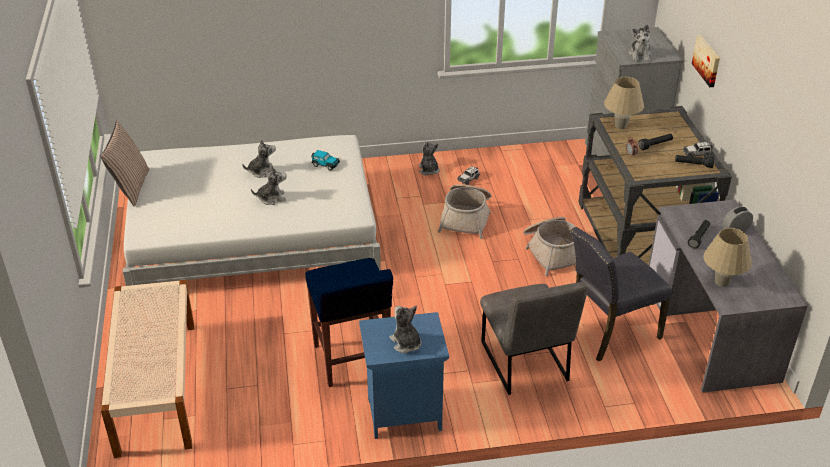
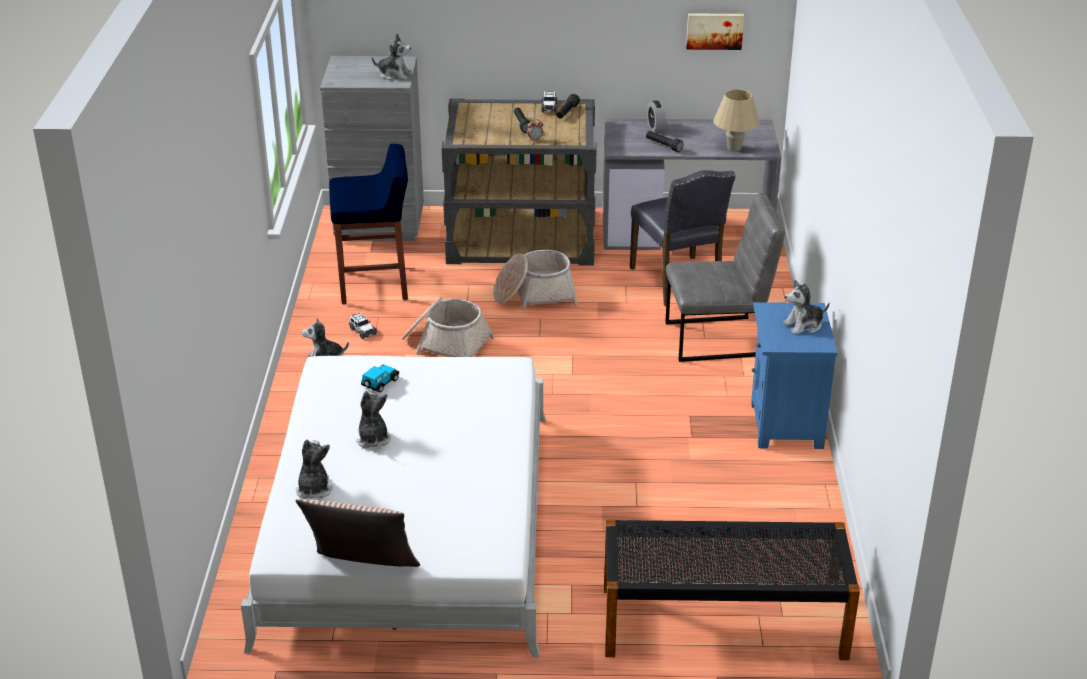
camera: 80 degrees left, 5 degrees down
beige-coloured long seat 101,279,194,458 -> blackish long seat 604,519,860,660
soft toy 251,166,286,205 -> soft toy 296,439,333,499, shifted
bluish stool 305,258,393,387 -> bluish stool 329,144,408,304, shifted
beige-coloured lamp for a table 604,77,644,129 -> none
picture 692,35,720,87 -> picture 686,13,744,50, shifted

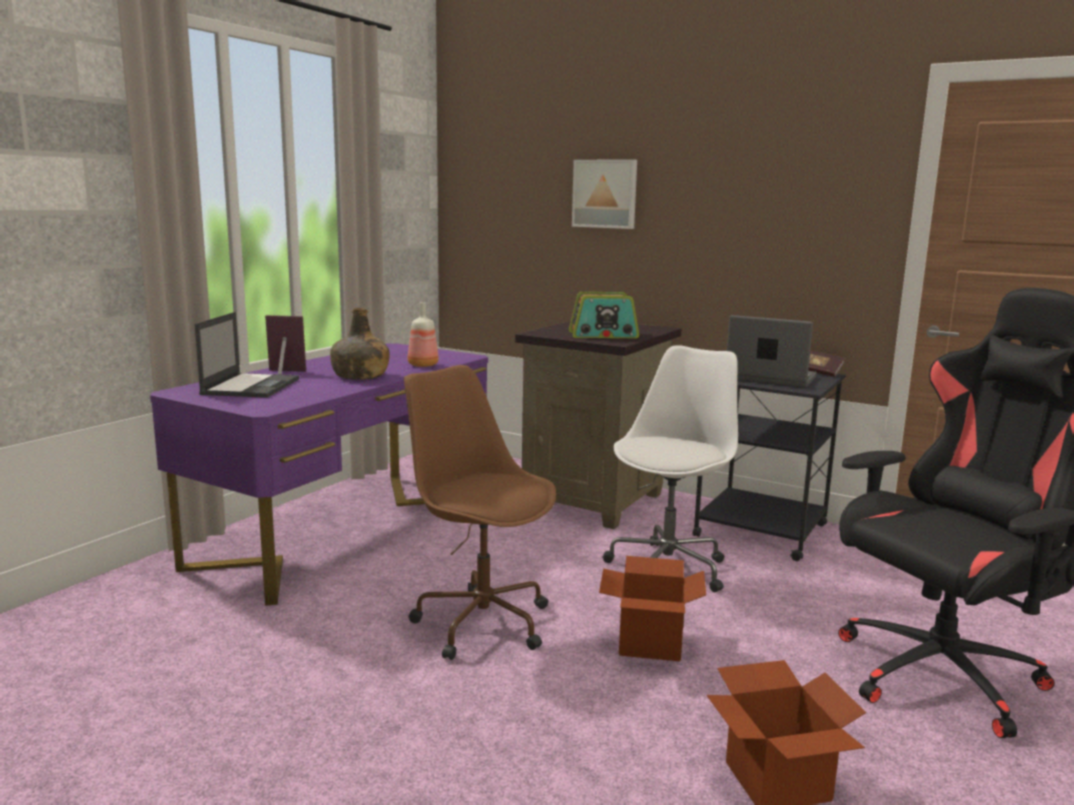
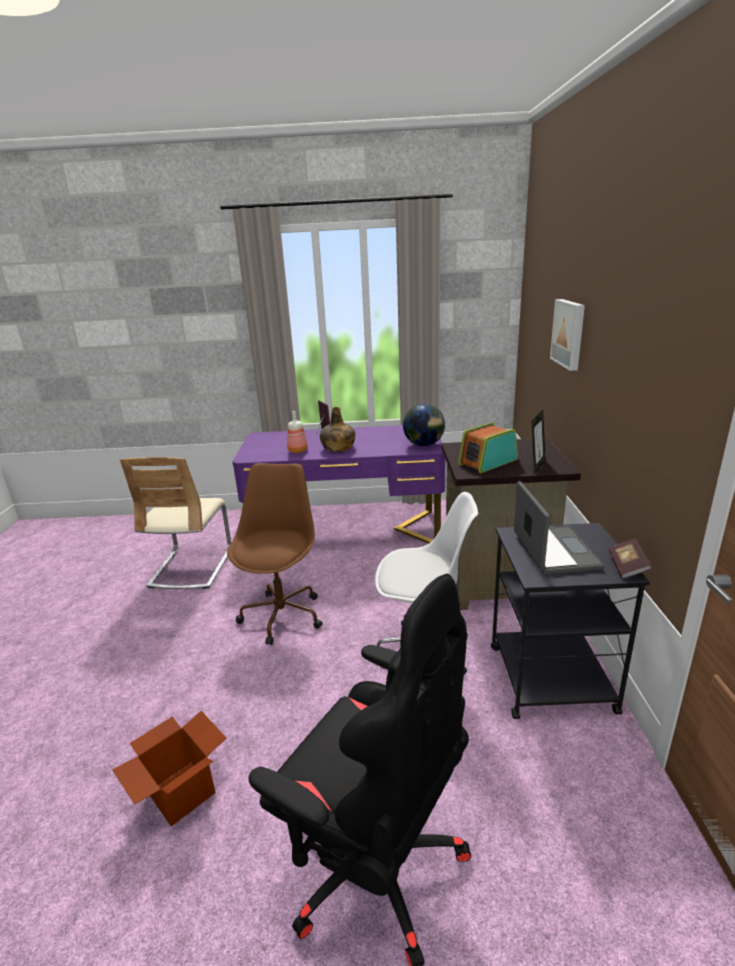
camera: 60 degrees right, 10 degrees up
notebook computer 195,312,299,398 -> none
bottle 408,302,439,367 -> bottle 287,411,308,453, shifted
radio set 569,292,639,338 -> radio set 458,423,518,473, 90 degrees clockwise
carton 599,556,706,662 -> none
none -> beige-coloured upright chair 120,457,231,589
none -> desk globe 403,404,445,446
none -> standing frame 532,410,545,474

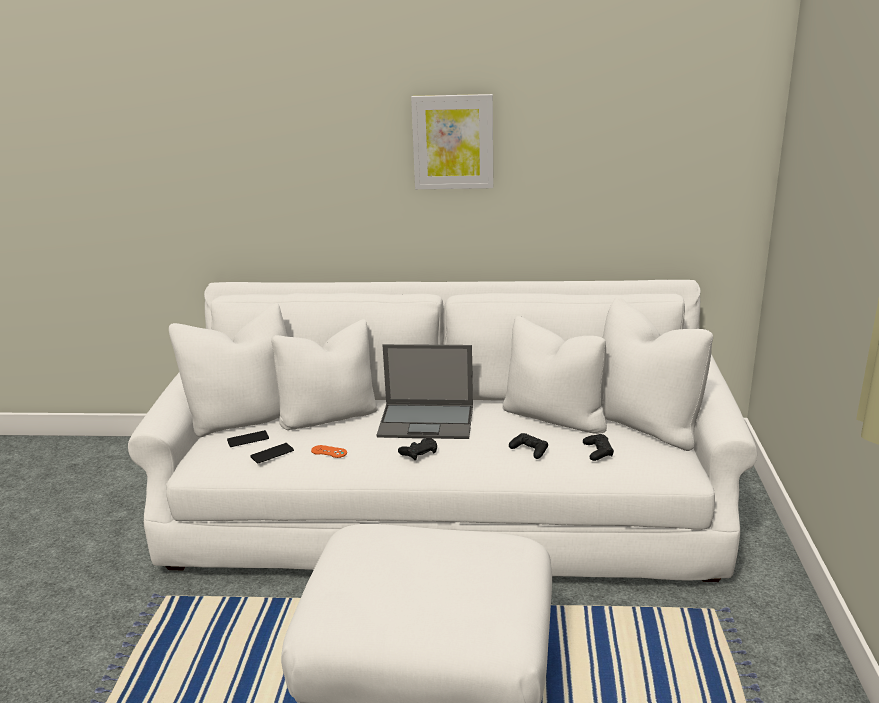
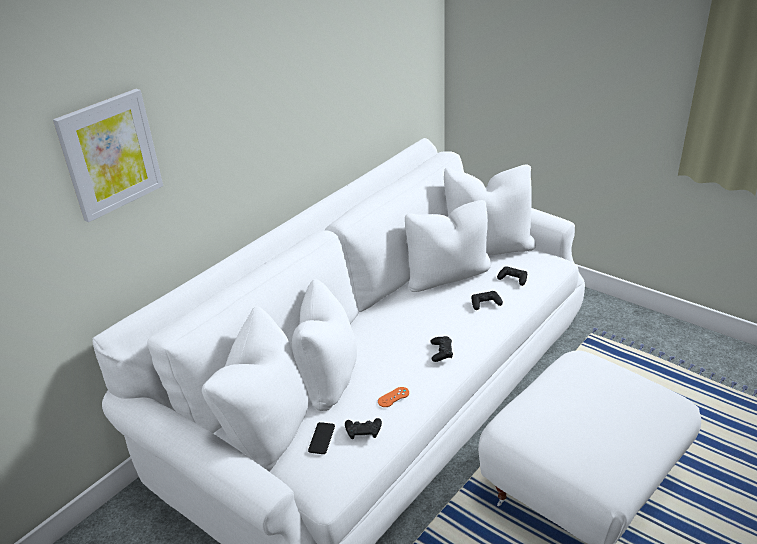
camera: 55 degrees left, 10 degrees up
phone 250,443,294,464 -> blackish game controller 345,418,382,439
notebook computer 377,344,473,439 -> none
picture 411,94,493,189 -> picture 53,89,163,222, shifted

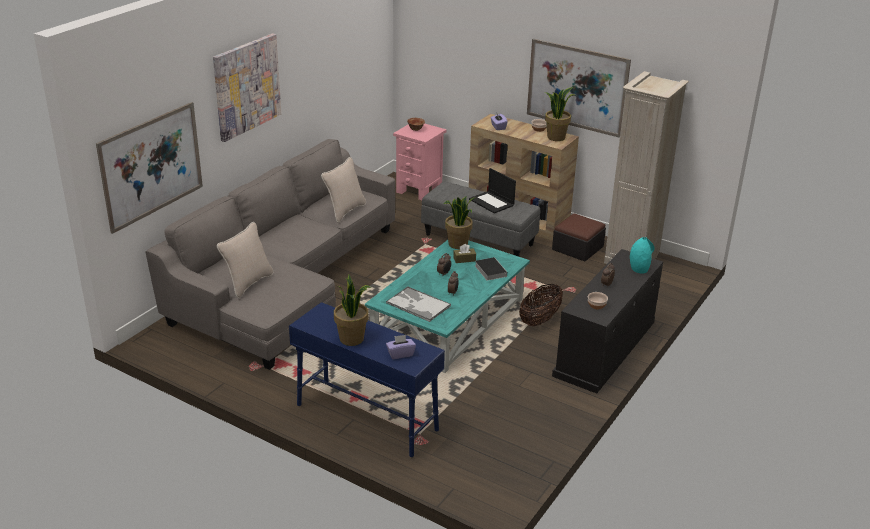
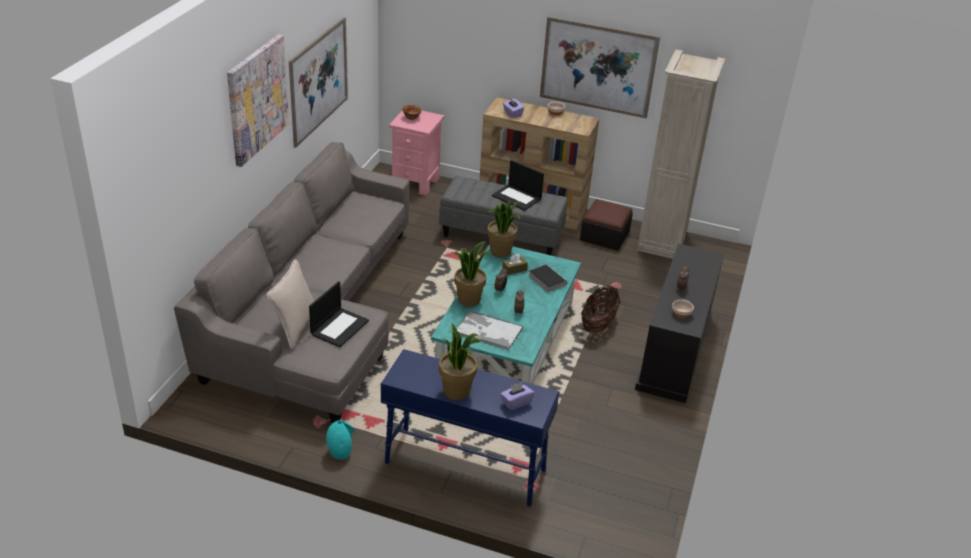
camera: 15 degrees left, 5 degrees up
picture 96,102,203,234 -> picture 289,17,348,148, shifted
beige-coloured pillow 321,157,366,223 -> none
plant in a pot 544,87,577,141 -> plant in a pot 453,241,491,307, shifted
turquoise-coloured flower vase 630,237,655,273 -> turquoise-coloured flower vase 326,420,354,460, shifted
none -> notebook computer 309,281,369,347

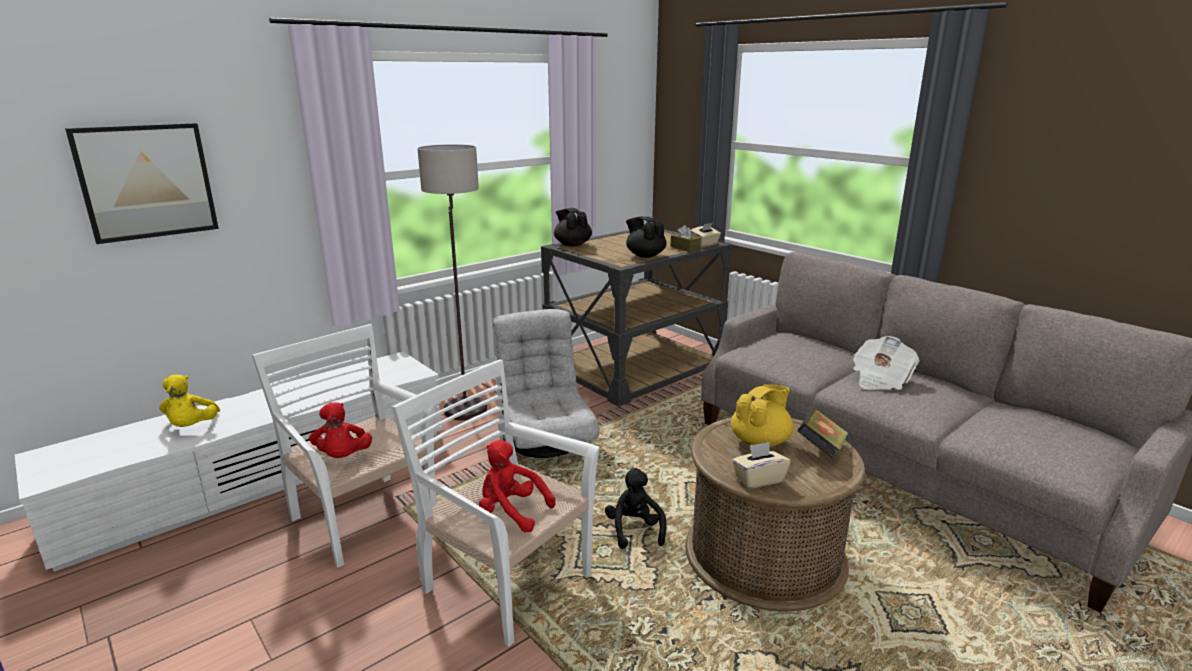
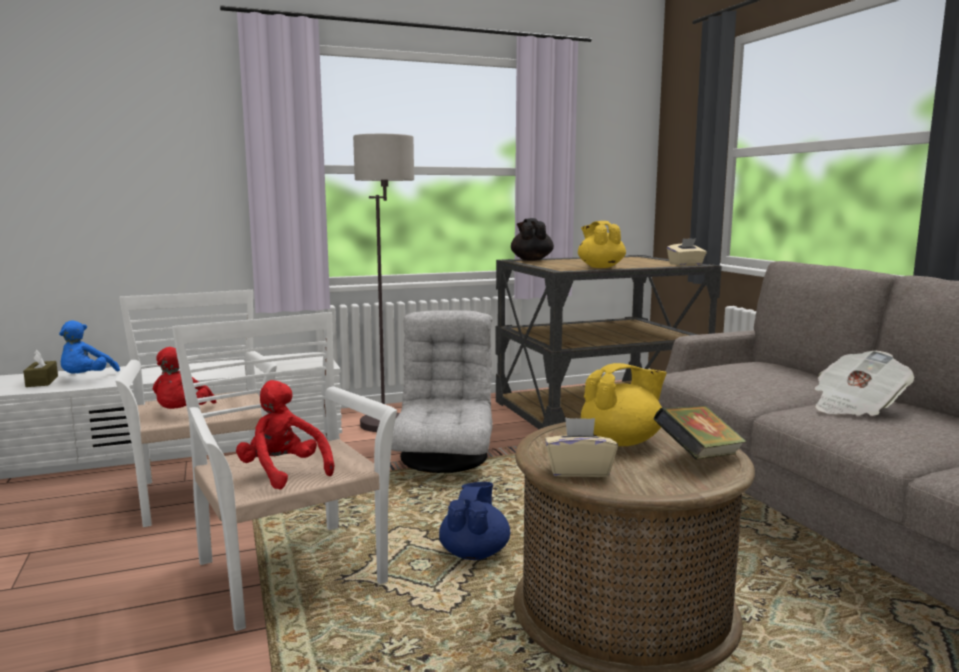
camera: 20 degrees right, 10 degrees down
picture 65,123,219,244 -> none
yellow-coloured soft toy 159,375,220,427 -> bluish soft toy 59,320,120,373
blackish soft toy 605,468,667,549 -> bluish teapot 439,482,510,560
blackish teapot 626,216,667,258 -> yellow-coloured teapot 578,221,626,268
brown tissue holder 671,225,701,252 -> brown tissue holder 23,350,58,387, shifted

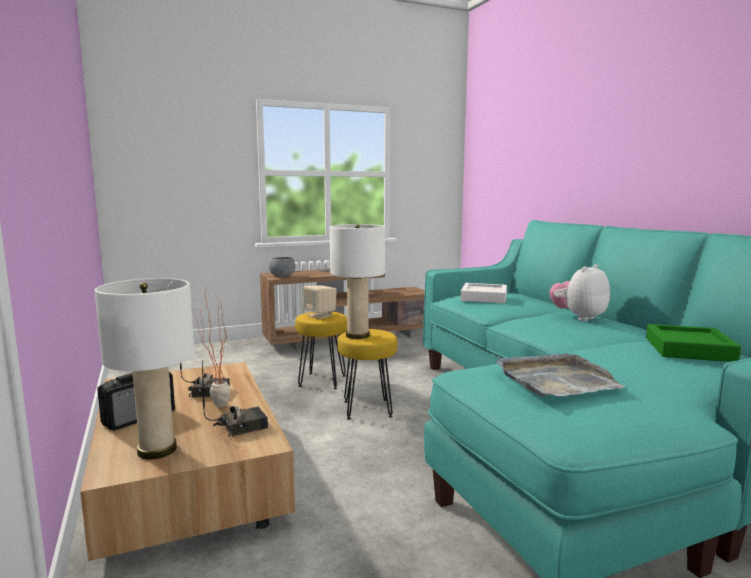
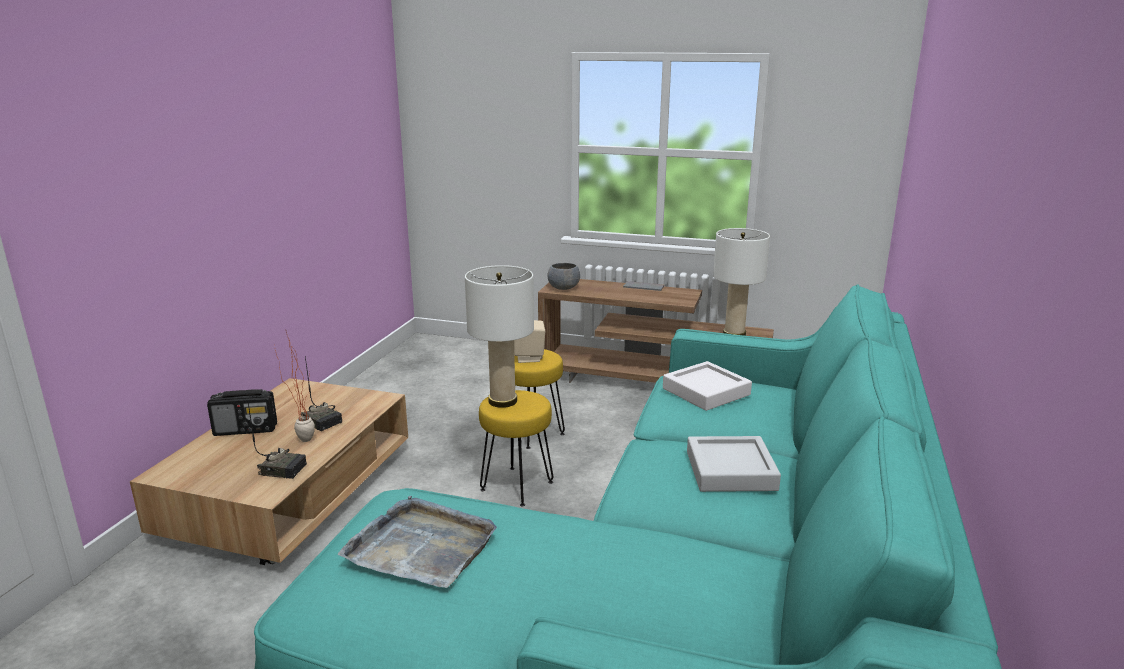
camera: 40 degrees right, 10 degrees up
white lamp for a table 95,278,194,460 -> white lamp for a table 713,228,770,336, shifted
soft toy 550,264,610,321 -> greyish carrying tray 687,436,781,492
green-coloured carrying tray 646,324,741,362 -> none

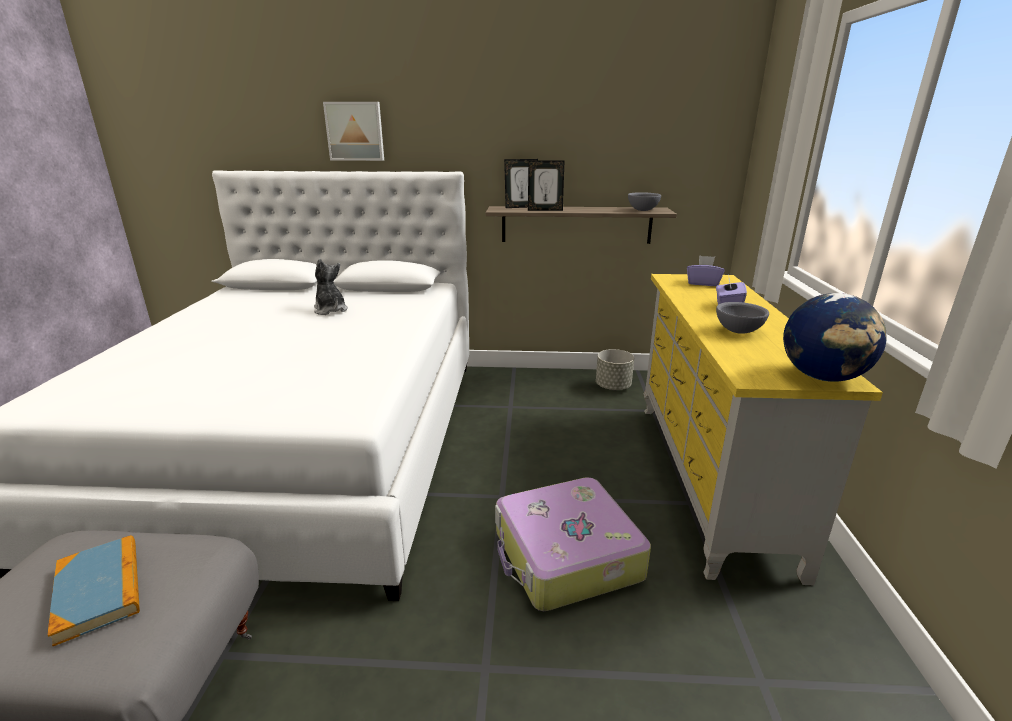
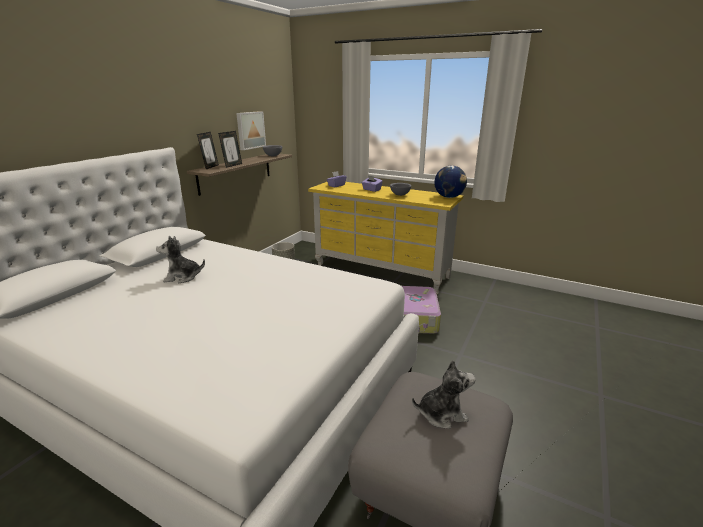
camera: 65 degrees left, 0 degrees up
volume 47,535,140,646 -> soft toy 412,360,476,429
picture 323,102,384,161 -> picture 236,111,266,150, shifted

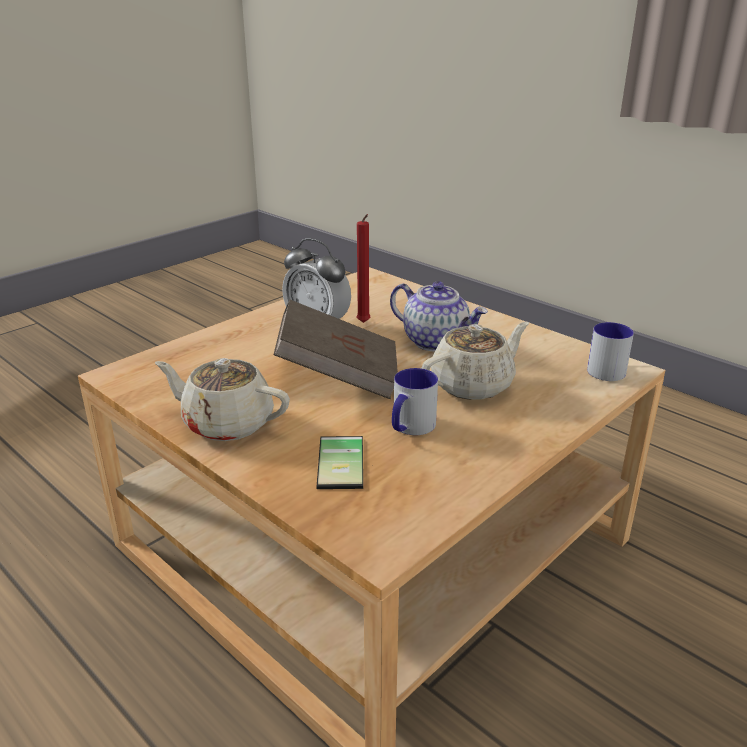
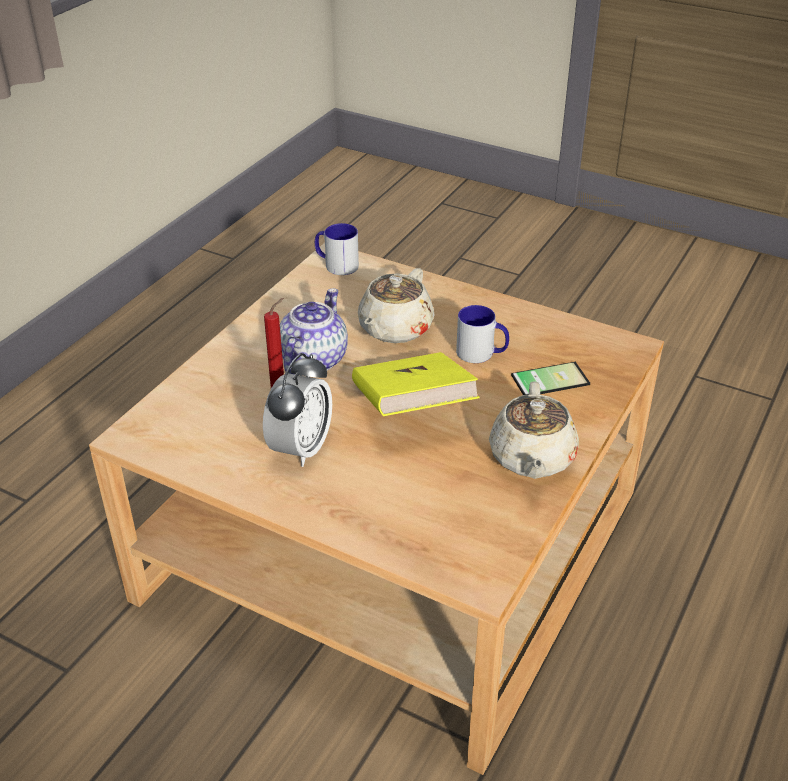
camera: 105 degrees left, 10 degrees up
brown volume 273,300,398,399 -> yellow-coloured volume 352,352,480,416
beige-coloured teapot 421,322,529,400 -> beige-coloured teapot 358,268,434,343, 105 degrees counterclockwise

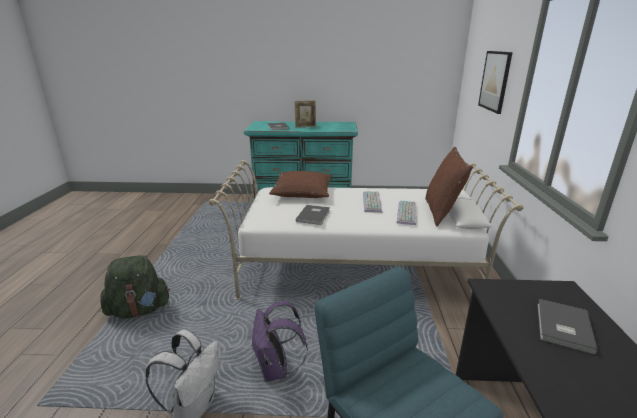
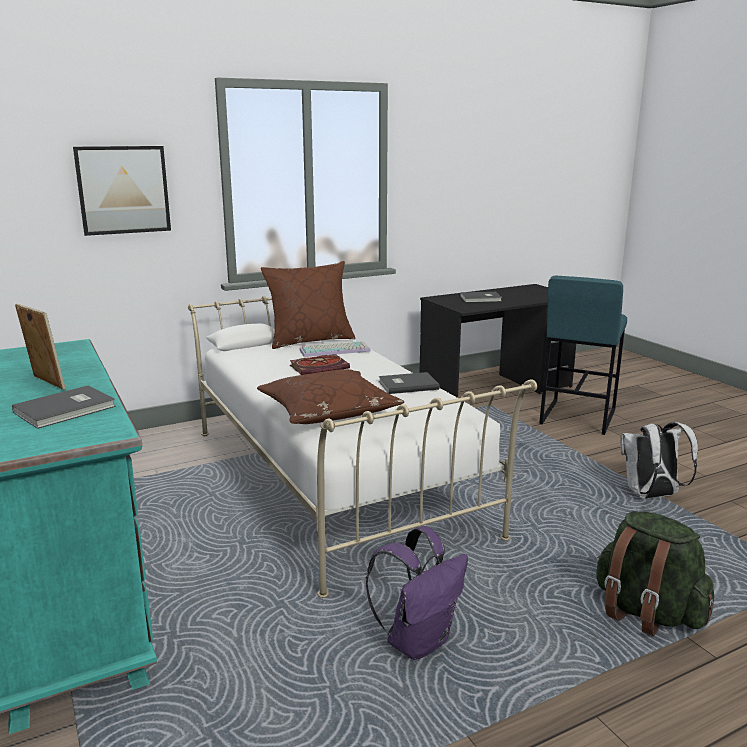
camera: 120 degrees left, 5 degrees down
purple-coloured backpack 252,301,308,381 -> purple-coloured backpack 366,526,468,660, shifted
PC keyboard 363,191,382,213 -> volume 290,354,350,375

